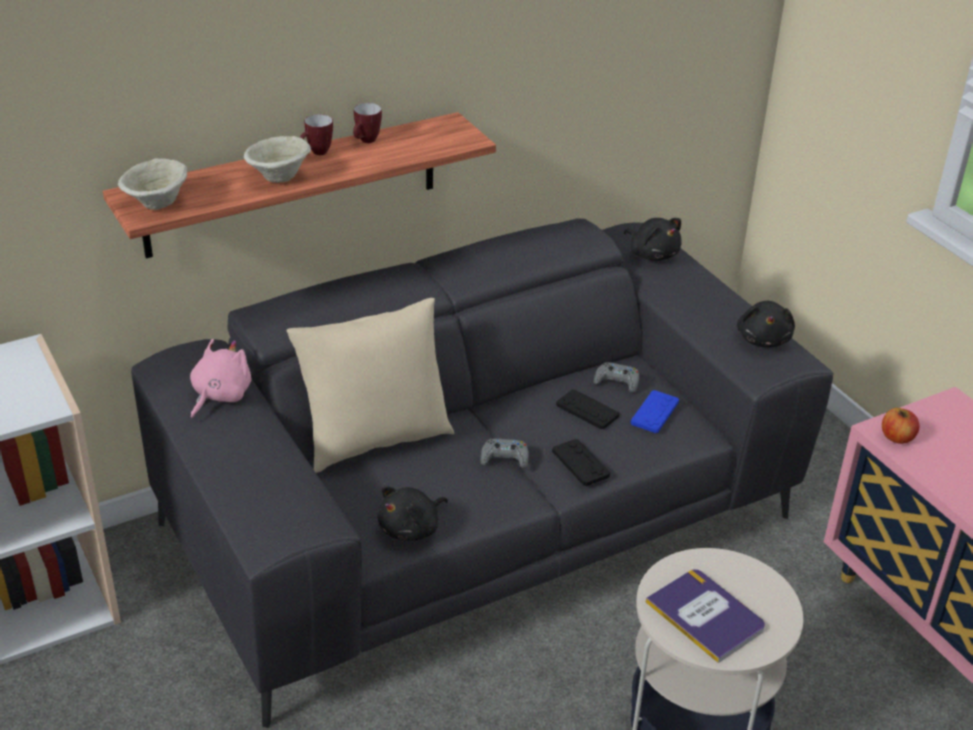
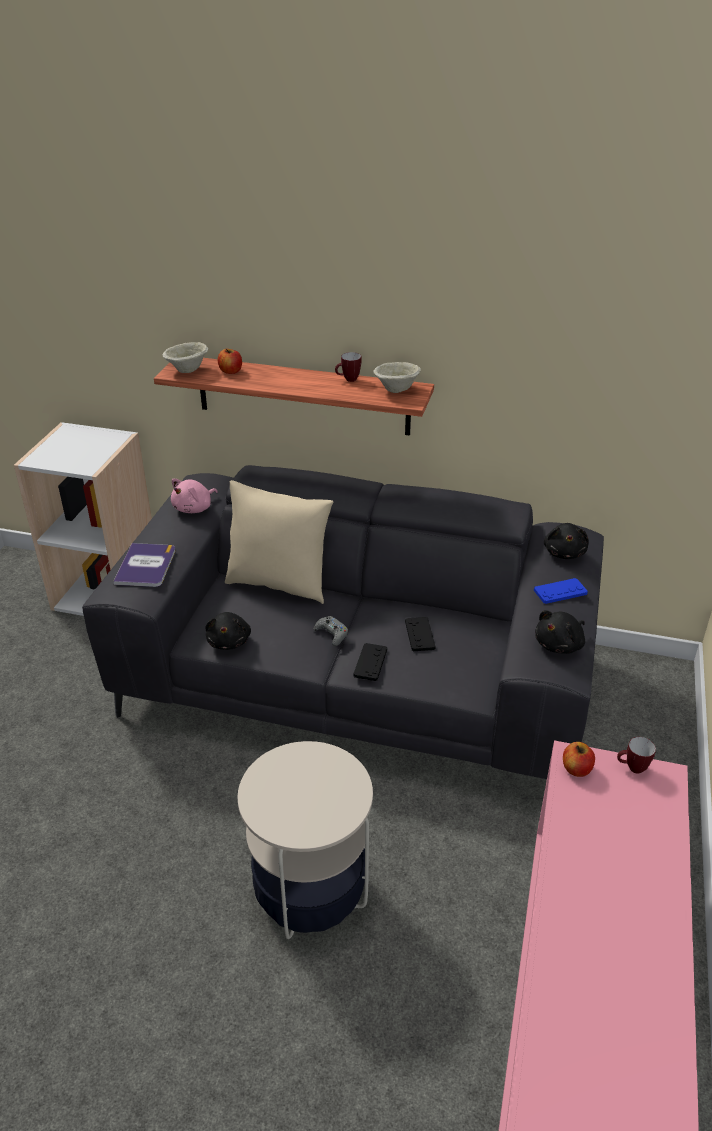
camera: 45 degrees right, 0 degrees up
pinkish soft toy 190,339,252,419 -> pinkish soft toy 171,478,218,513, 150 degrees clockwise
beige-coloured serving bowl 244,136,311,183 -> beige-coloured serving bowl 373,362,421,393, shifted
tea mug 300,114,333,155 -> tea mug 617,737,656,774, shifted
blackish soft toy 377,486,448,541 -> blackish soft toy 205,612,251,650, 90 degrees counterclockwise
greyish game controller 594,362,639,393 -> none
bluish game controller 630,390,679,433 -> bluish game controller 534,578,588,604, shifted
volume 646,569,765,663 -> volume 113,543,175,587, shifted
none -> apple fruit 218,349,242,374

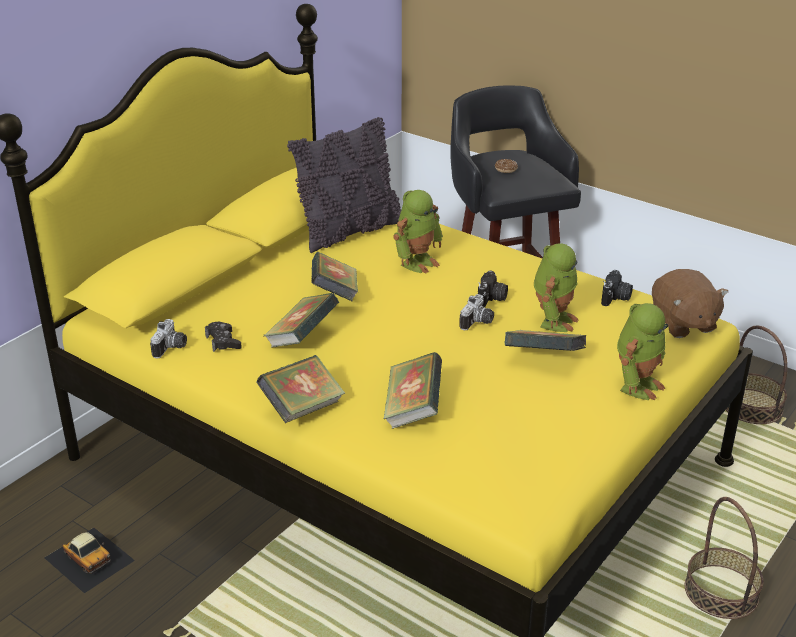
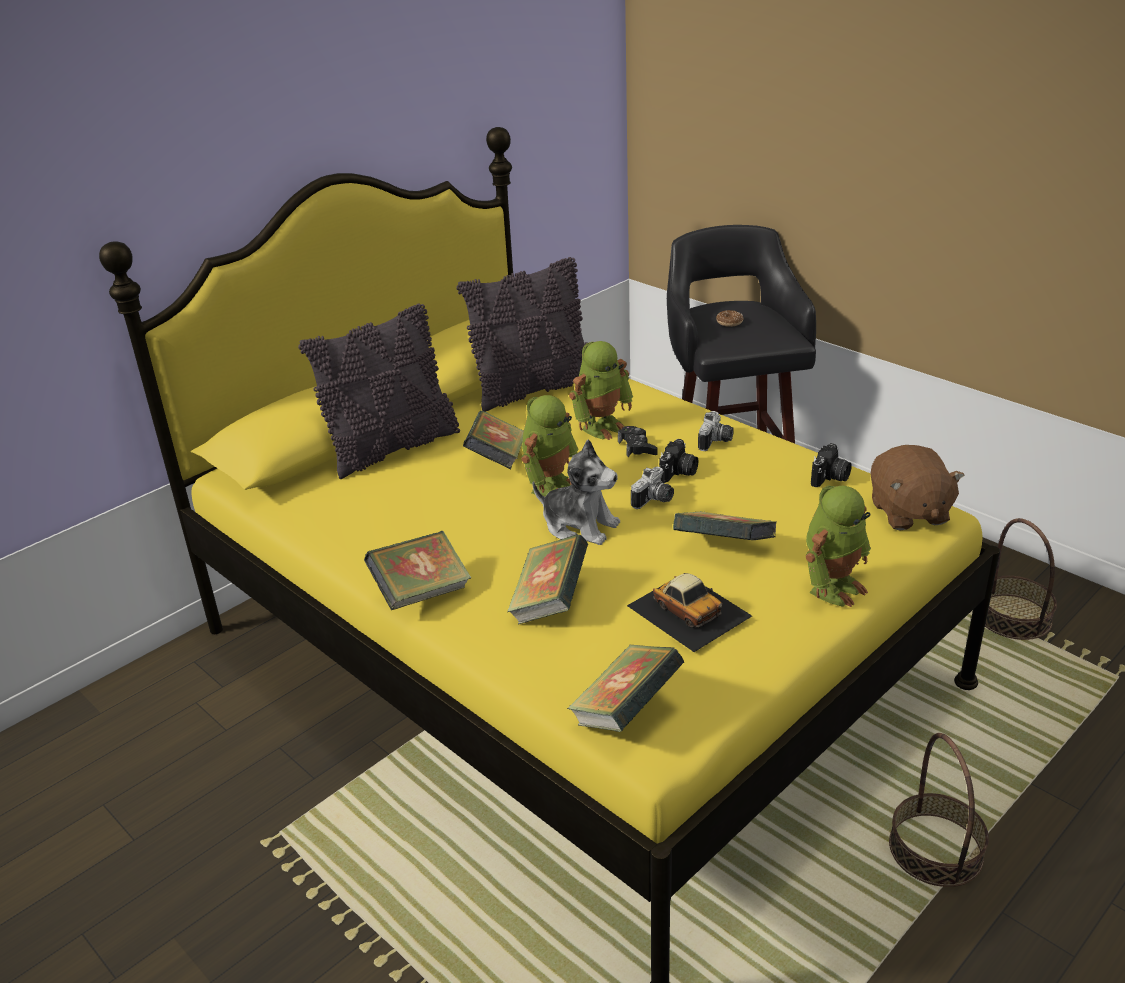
camera: 10 degrees right, 0 degrees up
miniature car 44,528,135,593 -> miniature car 627,573,752,652, shifted
photo camera 150,319,187,358 -> photo camera 698,411,734,451, shifted
blackish game controller 205,321,242,352 -> blackish game controller 618,426,658,457, shifted
volume 264,293,339,348 -> volume 567,645,685,732, shifted
toy robot 534,244,579,332 -> toy robot 522,395,579,496, shifted
none -> blackish pillow 298,303,460,479
none -> soft toy 532,439,620,545

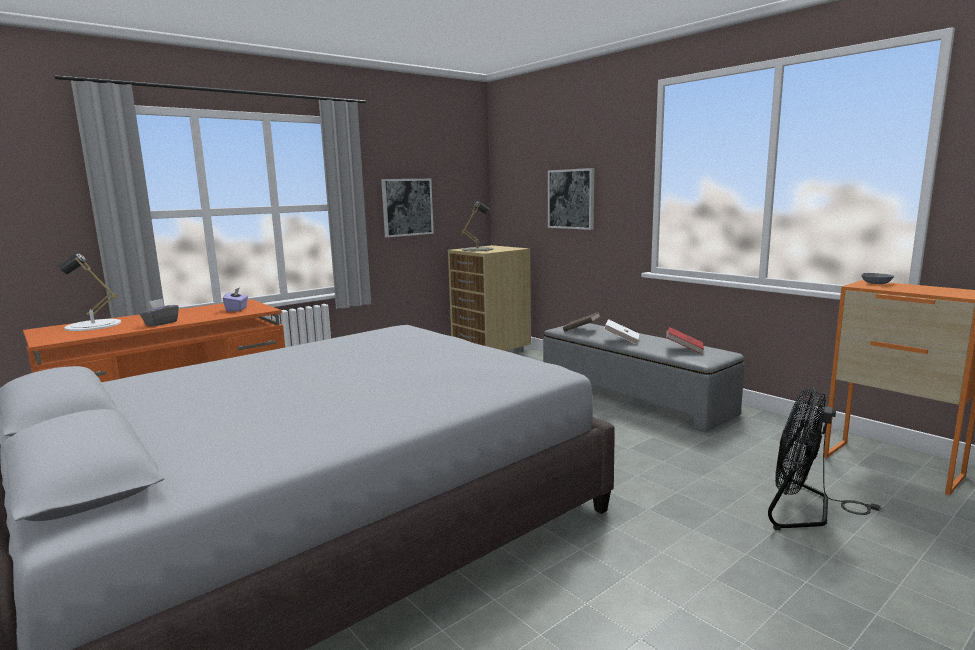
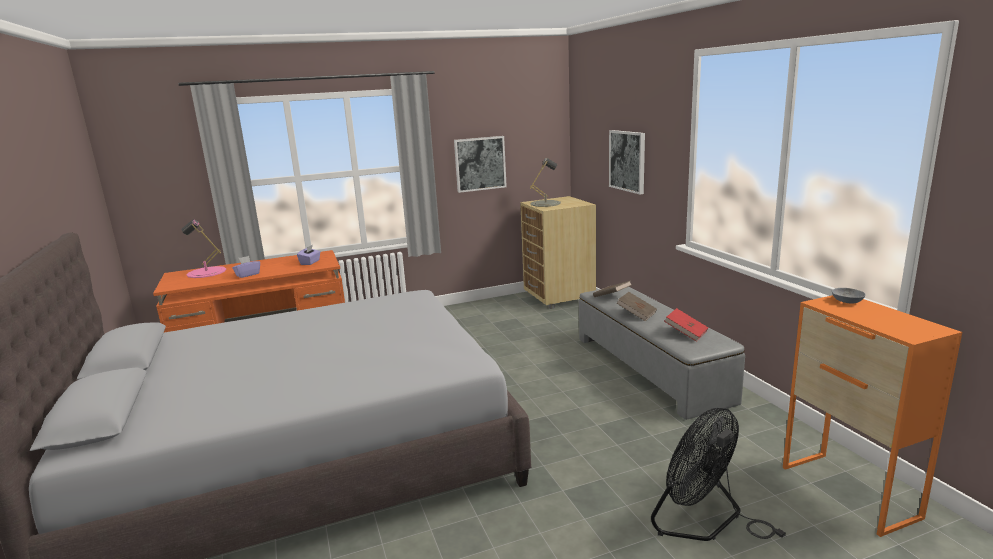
camera: 20 degrees right, 5 degrees up
white lamp for a table 58,253,121,331 -> pinkish lamp for a table 181,219,226,278
greyish tissue holder 140,299,179,326 -> purple-coloured tissue holder 232,256,260,278
white volume 604,319,639,344 -> brown volume 617,292,657,321

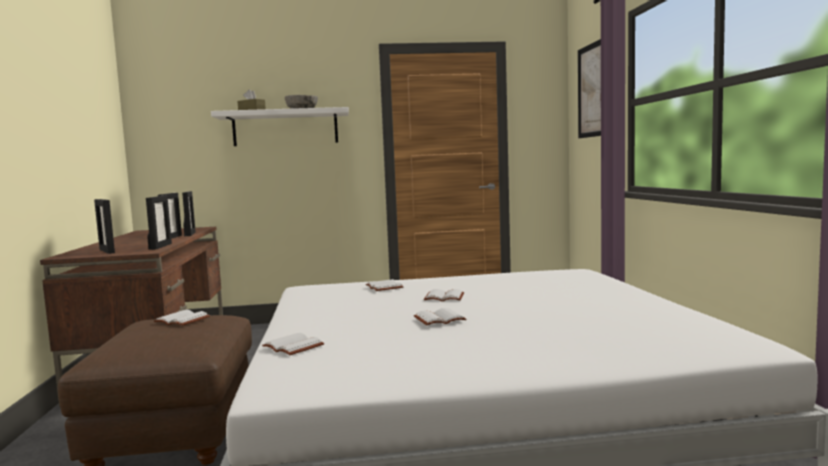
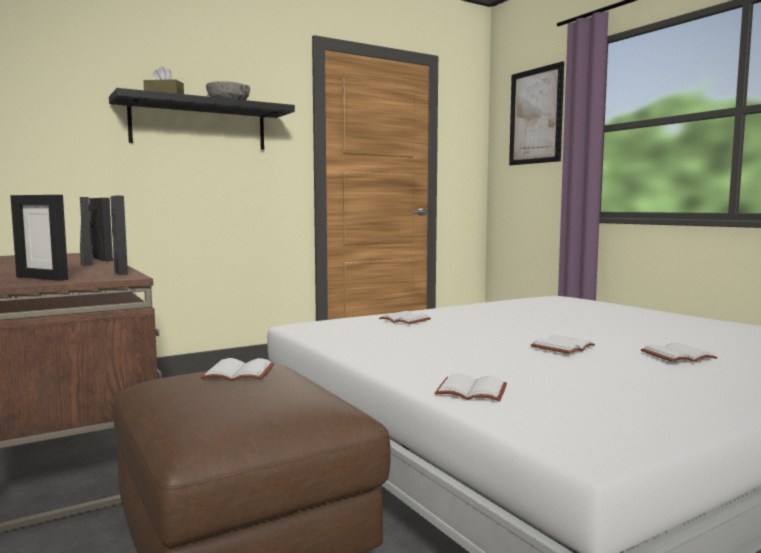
camera: 25 degrees left, 0 degrees up
white bracket shelf 211,107,349,146 -> blackish bracket shelf 109,88,295,150
white volume 424,289,464,301 -> white volume 641,343,718,362, shifted

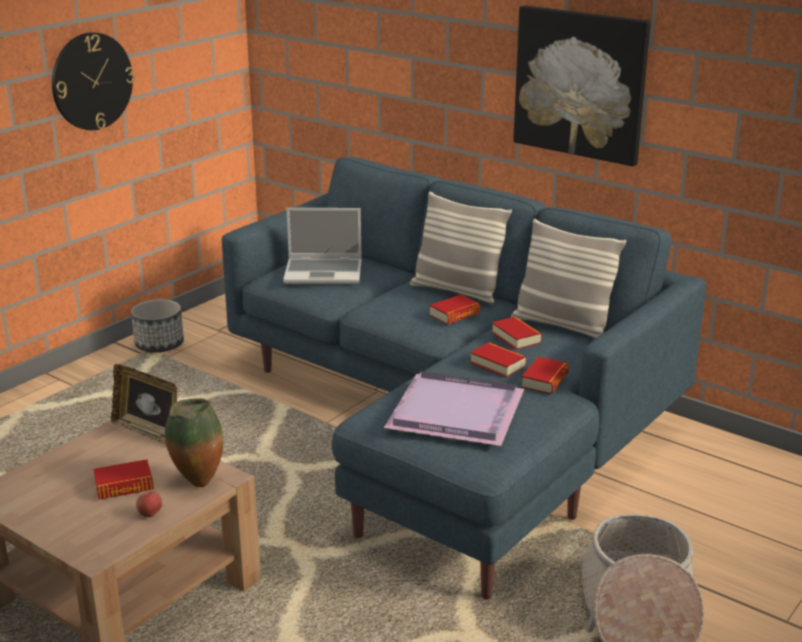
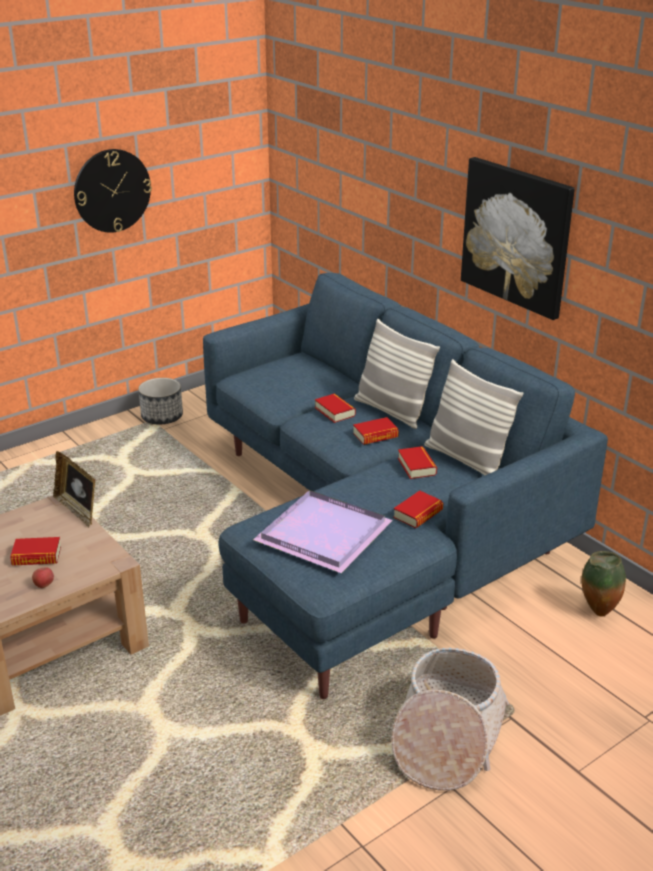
camera: 15 degrees right, 5 degrees up
flower vase 165,398,223,487 -> flower vase 581,551,626,617, shifted
notebook computer 283,208,362,284 -> none
volume 470,342,527,378 -> volume 315,393,356,423, shifted

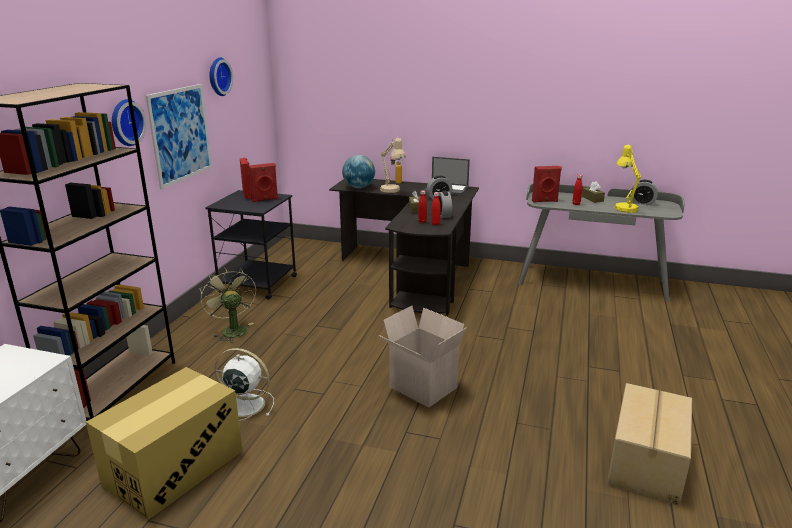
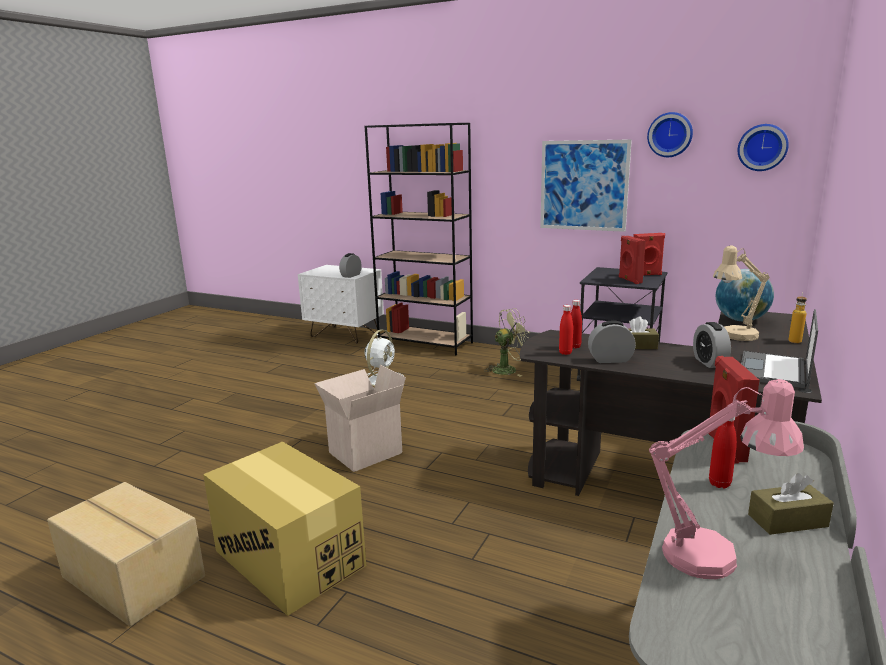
camera: 100 degrees right, 5 degrees down
carton 86,367,243,520 -> carton 203,441,366,616, shifted
clock on the wall 112,99,146,146 -> clock on the wall 738,124,789,171, shifted
yellow-coloured lamp for a table 614,145,641,213 -> pinkish lamp for a table 649,379,804,579
table clock 630,180,658,205 -> table clock 339,253,362,278, shifted

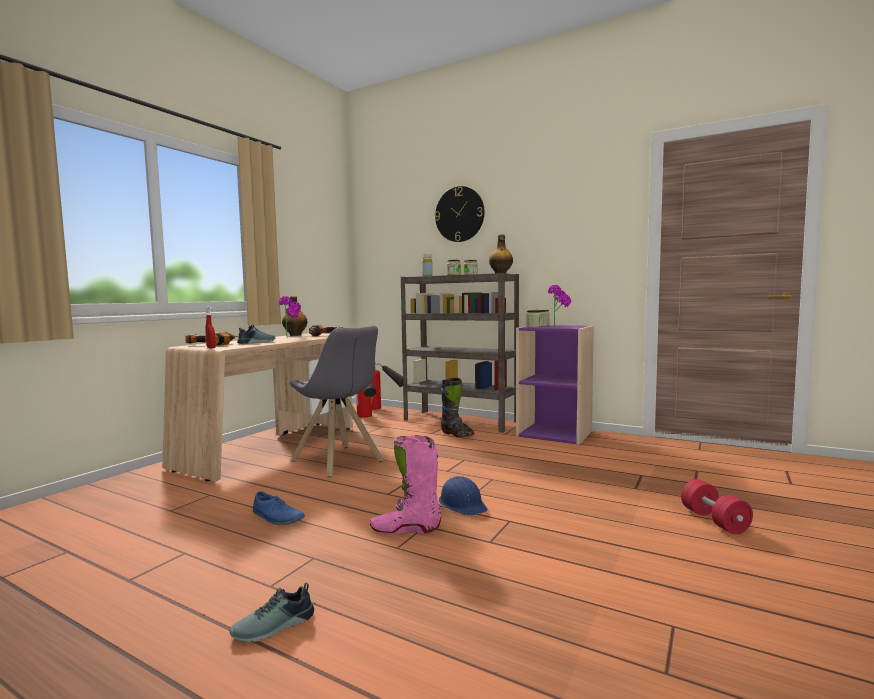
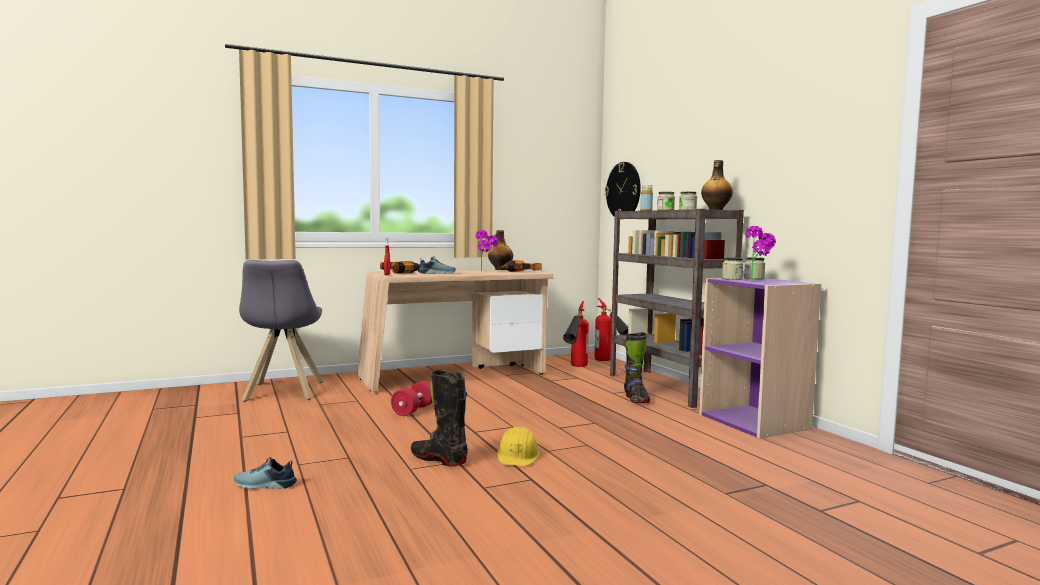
camera: 35 degrees right, 0 degrees up
bluish low shoe 253,491,305,525 -> none
greyish upright chair 290,326,384,477 -> greyish upright chair 239,260,324,401, shifted
pinkish high-top boot 370,435,441,535 -> blackish high-top boot 411,370,468,467
clock on the wall 435,186,484,242 -> clock on the wall 605,162,641,217, shifted
bluish work helmet 439,476,488,515 -> yellow-coloured work helmet 497,426,540,466
reddish hand weight 681,479,753,534 -> reddish hand weight 391,380,433,416, shifted

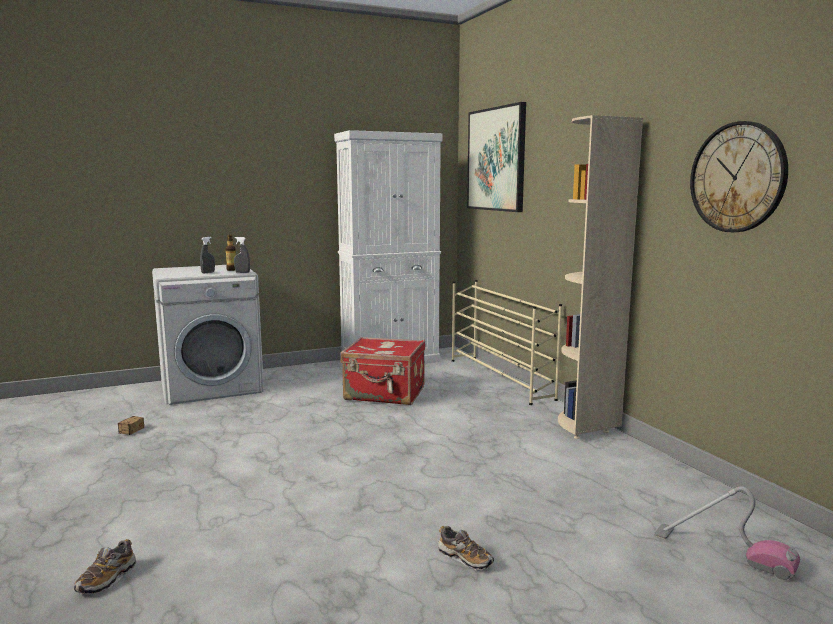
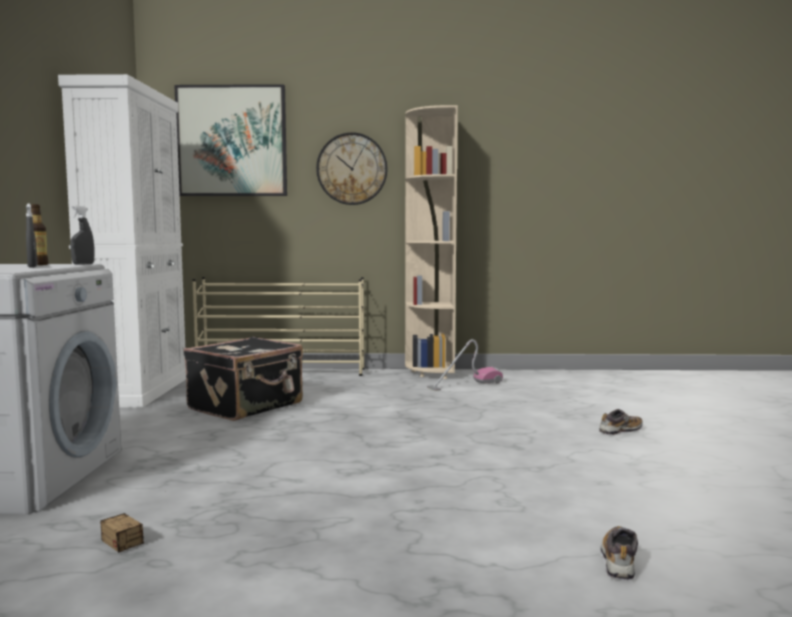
camera: 65 degrees left, 5 degrees down
low shoe 74,539,137,594 -> low shoe 600,526,638,580, 120 degrees counterclockwise
reddish suitcase 341,337,425,405 -> blackish suitcase 184,337,303,421
vacuum 654,486,800,580 -> vacuum 427,339,503,391, shifted
clock on the wall 690,121,788,232 -> clock on the wall 316,132,387,205, shifted

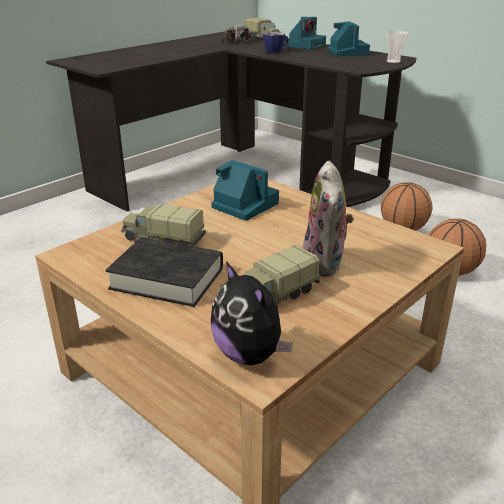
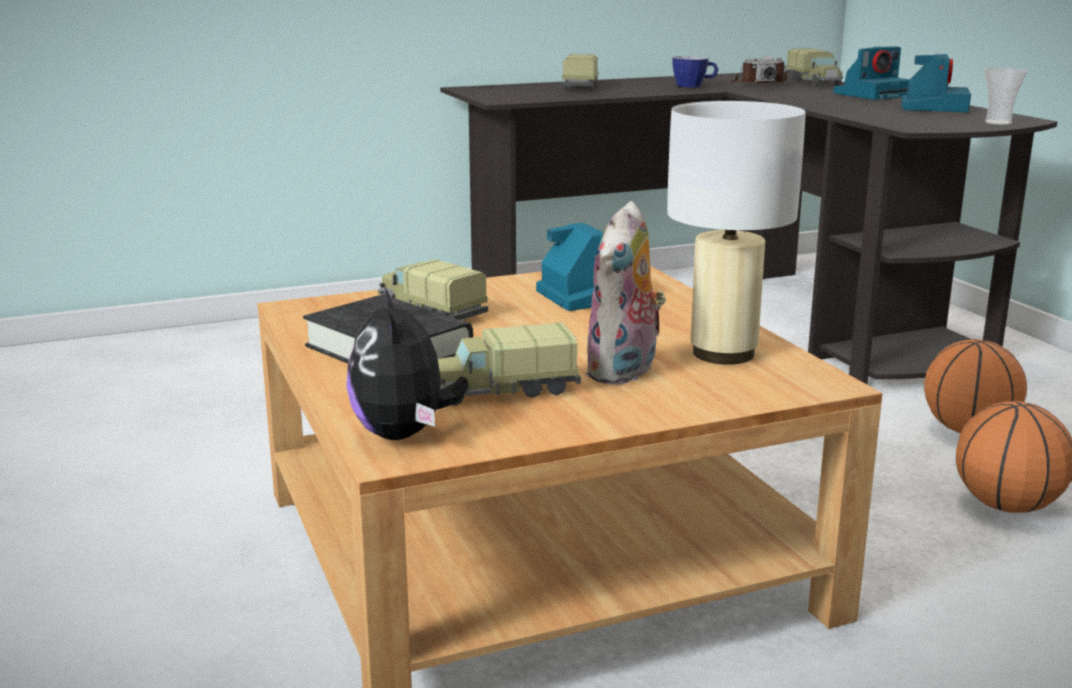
camera: 25 degrees right, 10 degrees down
small cup 263,32,289,53 -> small cup 672,56,718,87, shifted
none -> model truck 562,54,598,90
none -> white lamp for a table 667,101,806,365

